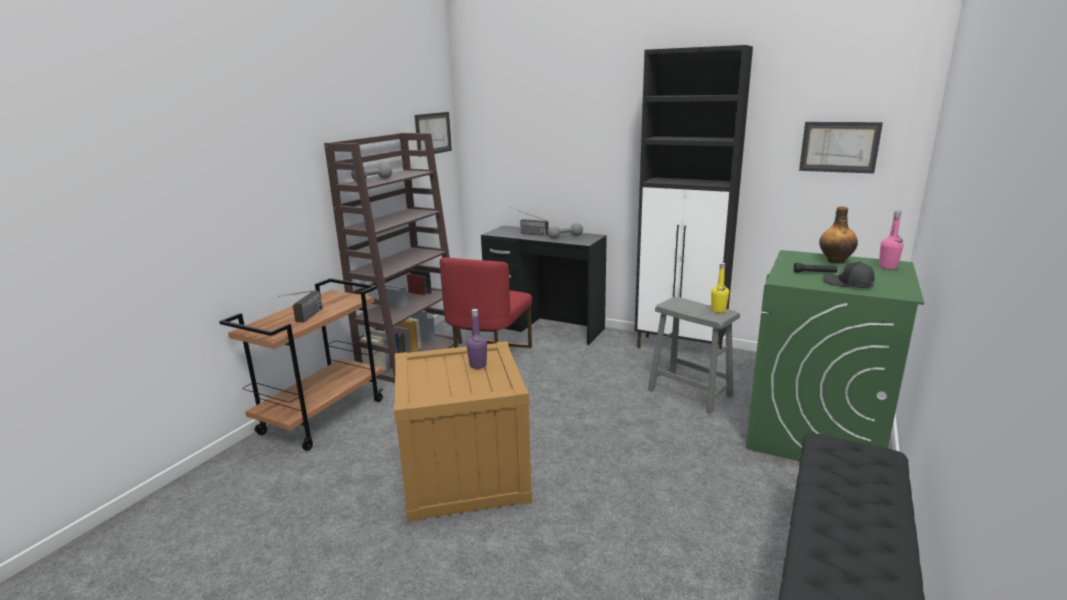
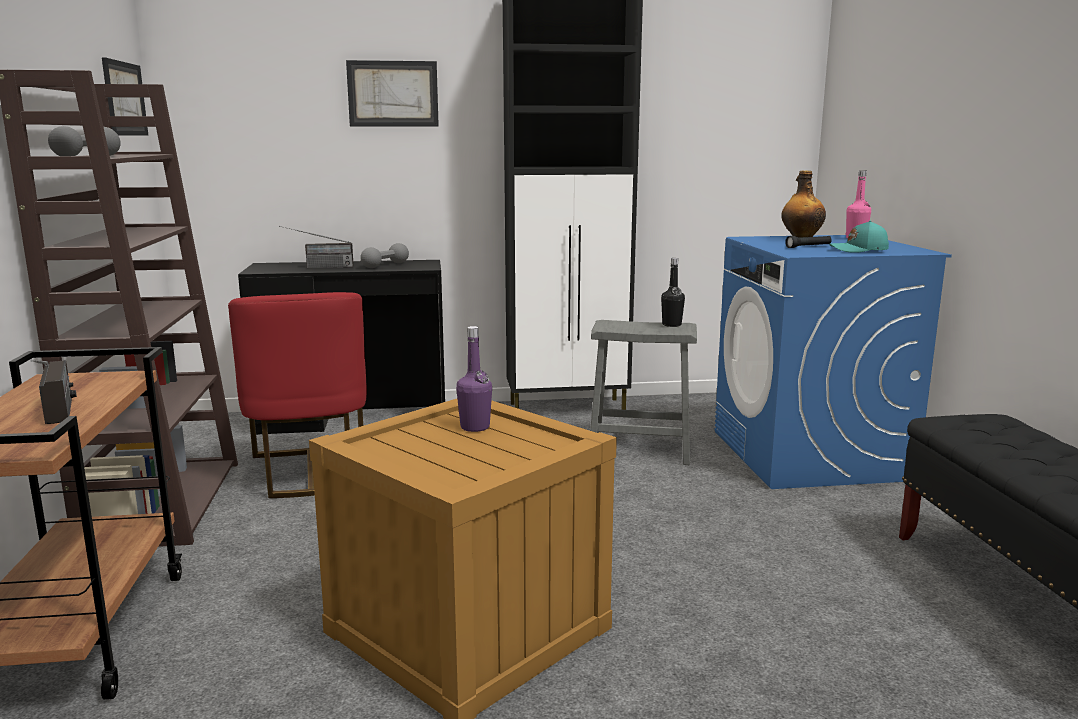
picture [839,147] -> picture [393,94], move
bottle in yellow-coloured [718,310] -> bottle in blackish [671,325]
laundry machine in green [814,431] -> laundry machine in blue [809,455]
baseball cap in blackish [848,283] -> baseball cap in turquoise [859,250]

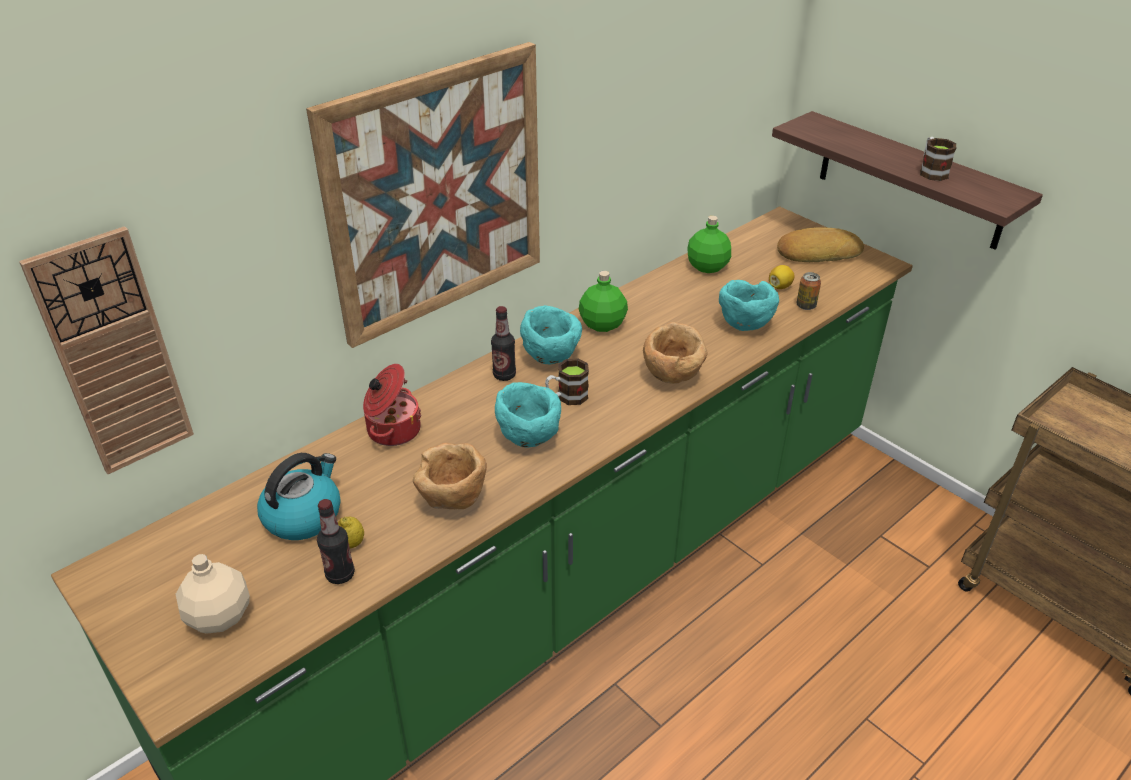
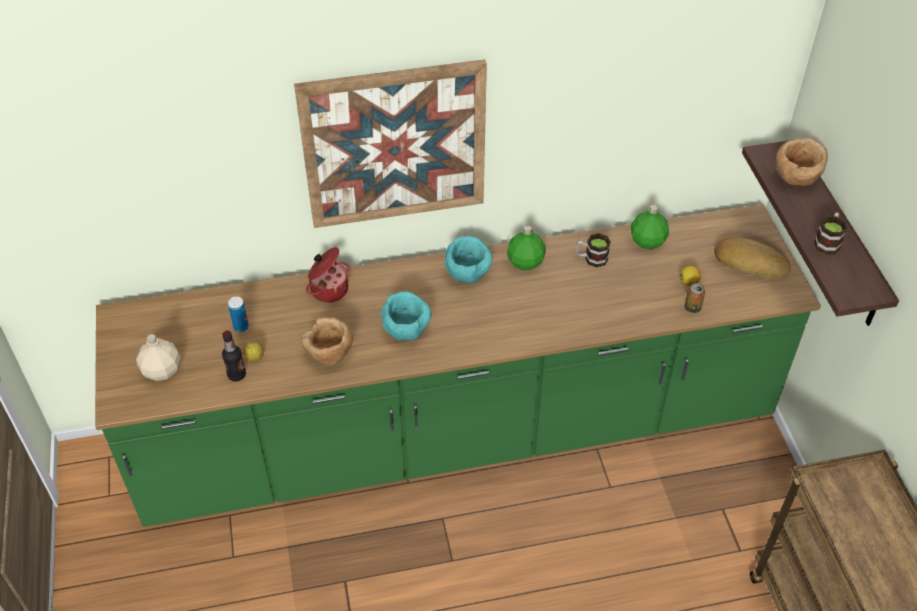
tea kettle [303,515] -> metal can [241,327]
coffee mug [566,397] -> coffee mug [591,258], move
deep dish in brownish [673,377] -> deep dish in brownish [796,180], move
clock on the wall [114,355] -> none
bottle [504,375] -> none
deep dish in turquoise [744,325] -> none

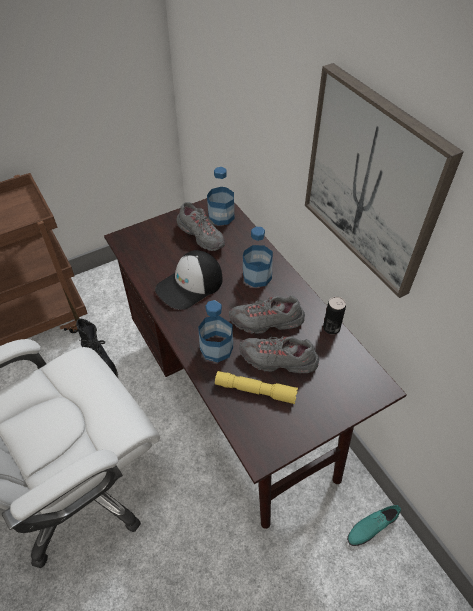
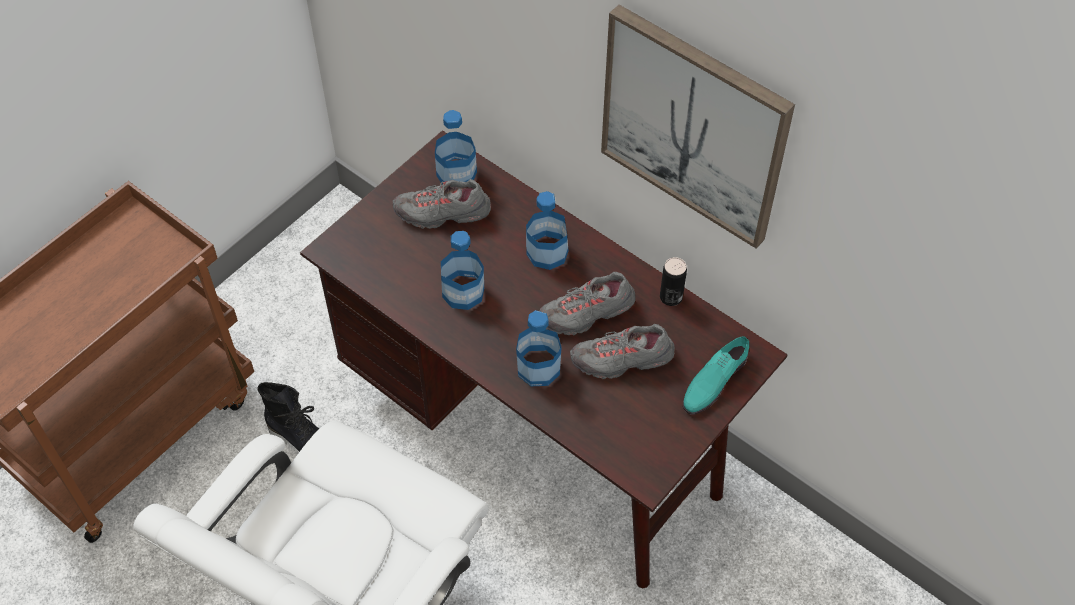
item of footwear in greyish [201,236] -> item of footwear in greyish [443,214], 150 degrees clockwise
baseball cap [190,285] -> bottle [463,292]
item of footwear in turquoise [371,526] -> item of footwear in turquoise [713,381], move
hand torch in yellow-coloured [255,391] -> none

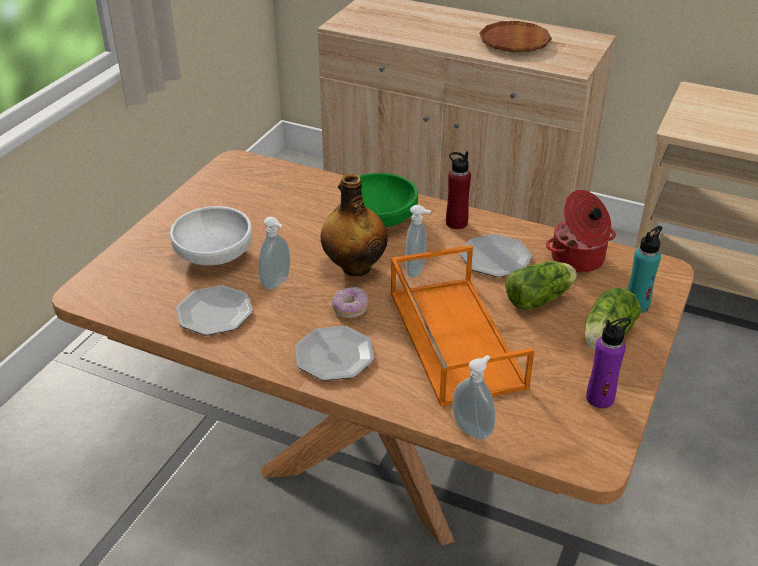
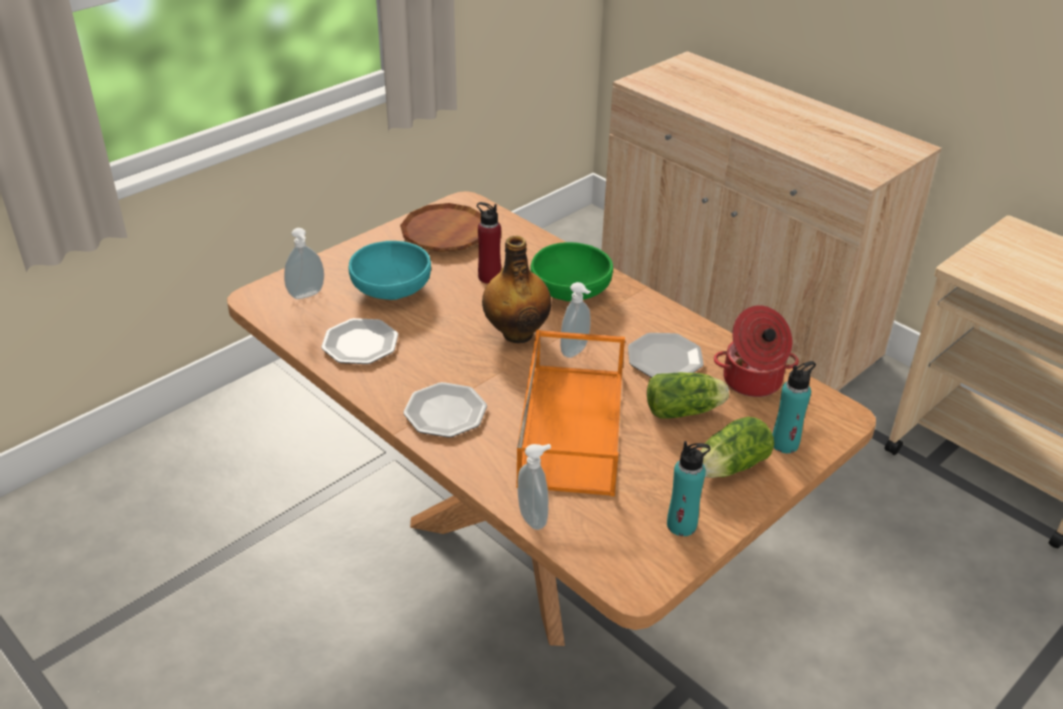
soap bottle [277,283] -> soap bottle [307,295], move
deep dish in white [214,255] -> deep dish in turquoise [392,290]
flat dish in brownish [514,42] -> flat dish in brownish [445,234], move
bottle in reddish [456,223] -> bottle in reddish [489,277], move
bottle in purple-coloured [600,398] -> bottle in turquoise [681,525]
ring doughnut [350,309] -> none

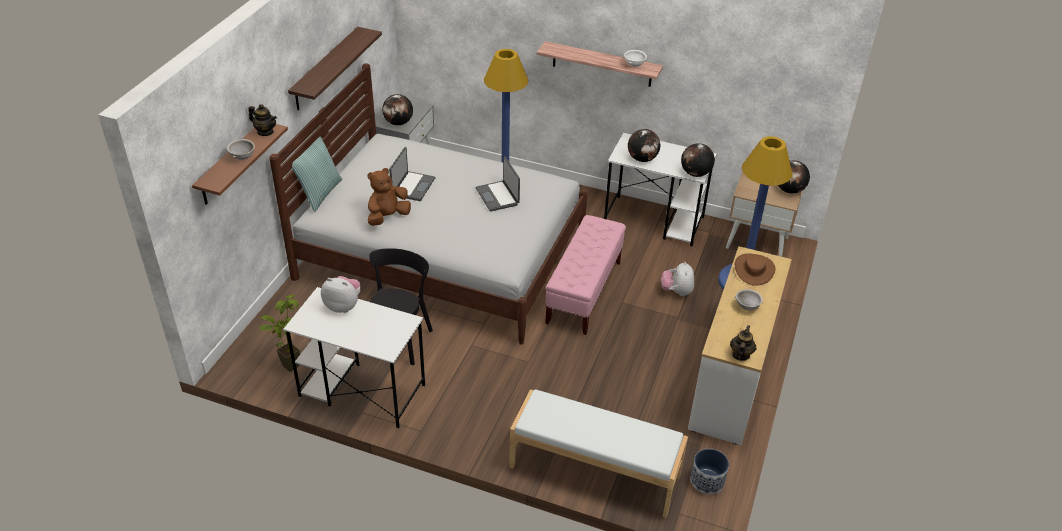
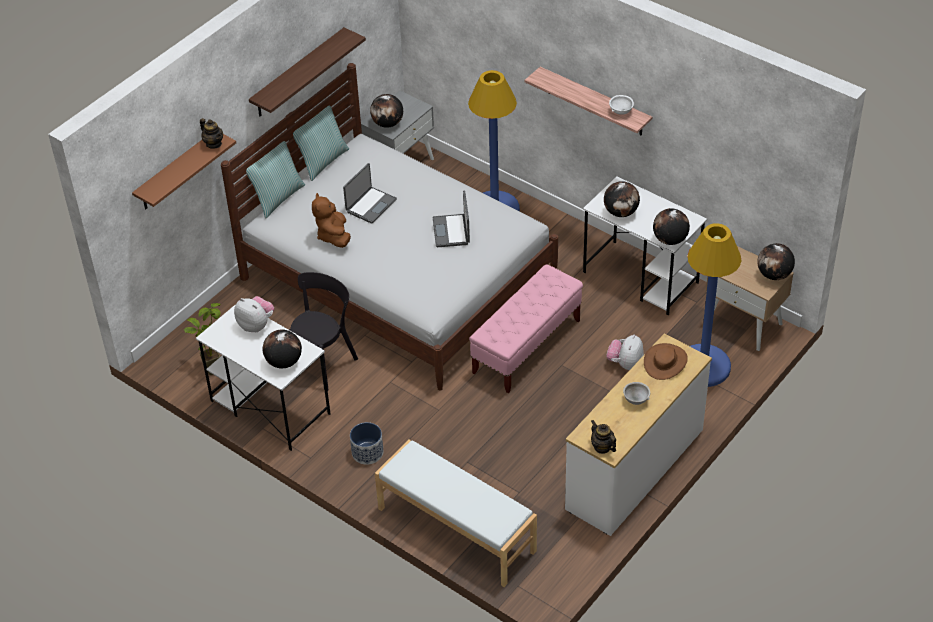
none -> world globe [283,362]
none -> throw pillow [322,161]
soft toy in brownish [387,217] -> soft toy in brownish [333,236], 75 degrees counterclockwise
planter [707,481] -> planter [367,453], move
pot for tea [740,355] -> pot for tea [602,447], 75 degrees counterclockwise
deep dish in greyish [243,157] -> none

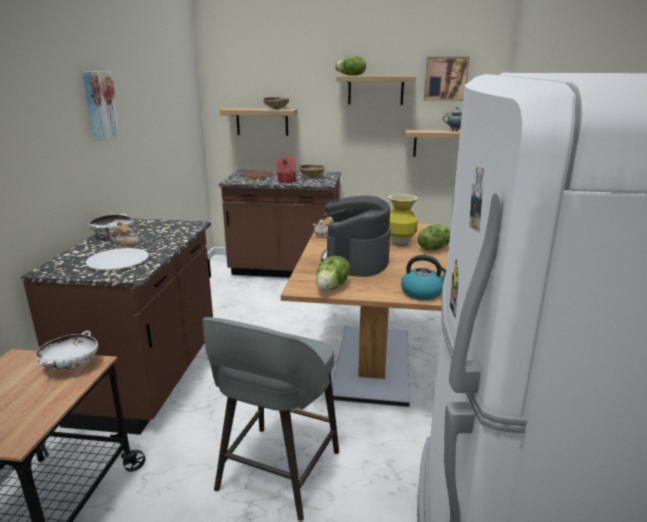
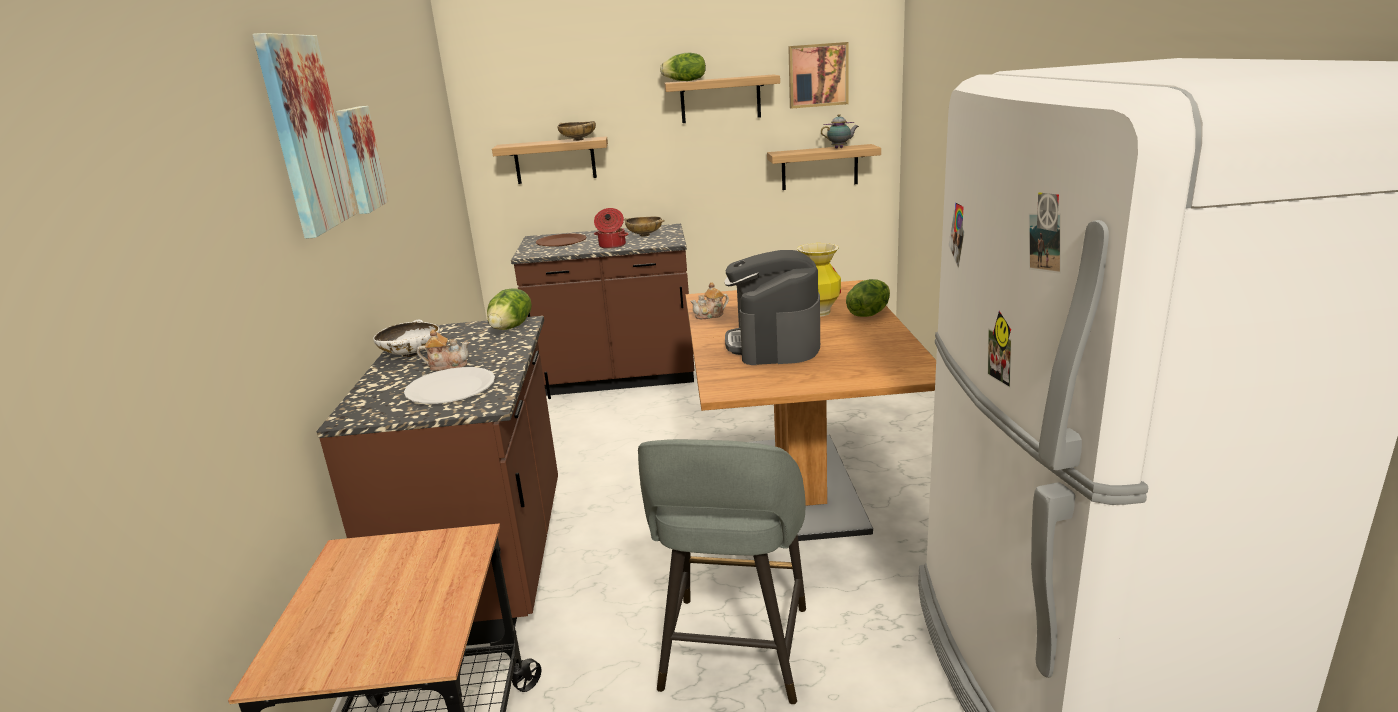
none -> picture [305,134]
lettuce head [332,287] -> lettuce head [511,327], move
deep dish in white [70,366] -> none
tea kettle [422,293] -> none

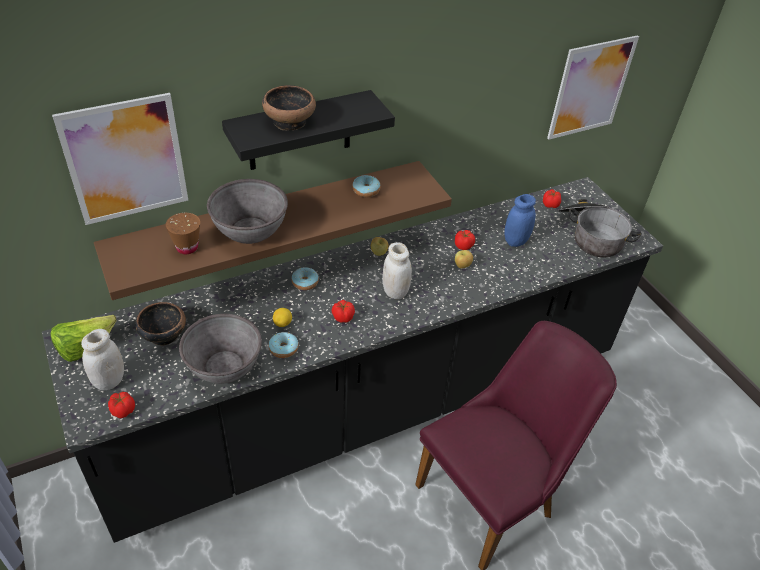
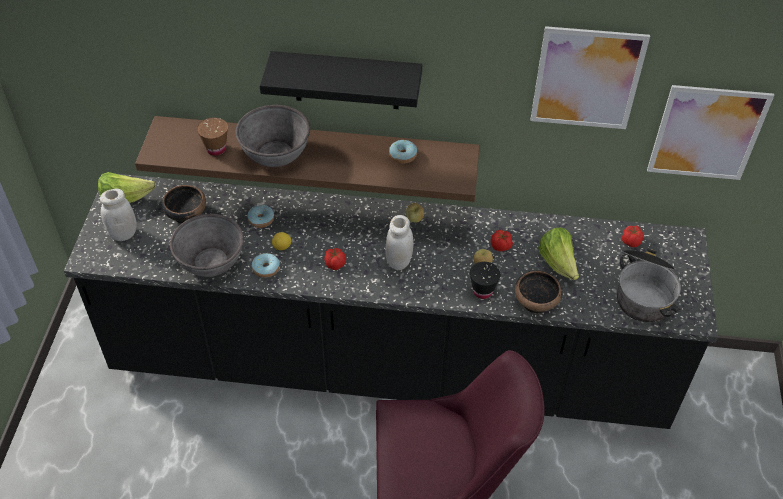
ring doughnut [305,282] -> ring doughnut [261,219], move
none -> drinking cup in blackish [482,291]
deep dish [290,121] -> deep dish [536,302], move
picture [125,160] -> picture [587,78], move
preserve jar in blue [515,241] -> lettuce head [558,263]
tomato [123,410] -> none

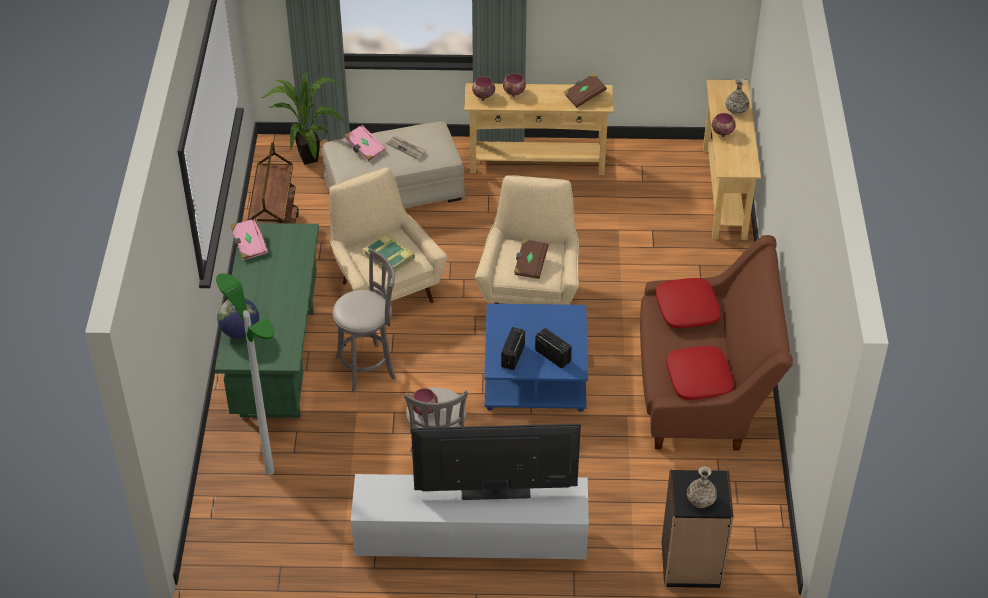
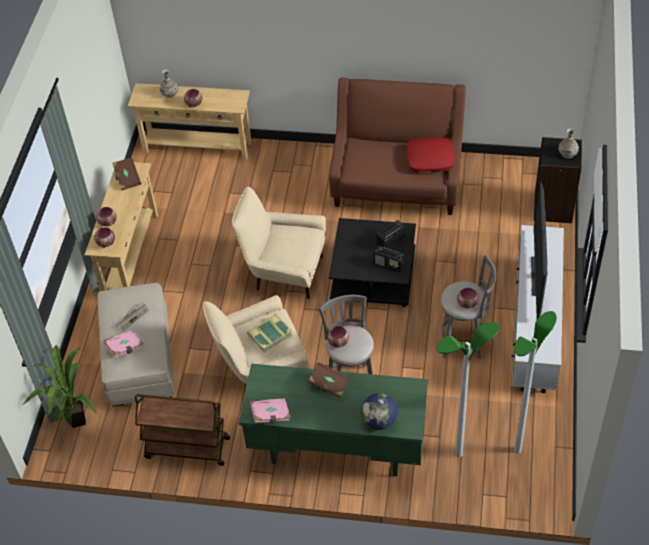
bound book in brownish [530,265] -> bound book in brownish [329,385], move
none -> deep dish [339,342]
coffee table in blue [536,376] -> coffee table in blackish [374,275]
none -> floor lamp [517,450]
throw pillow in reddish [687,309] -> none

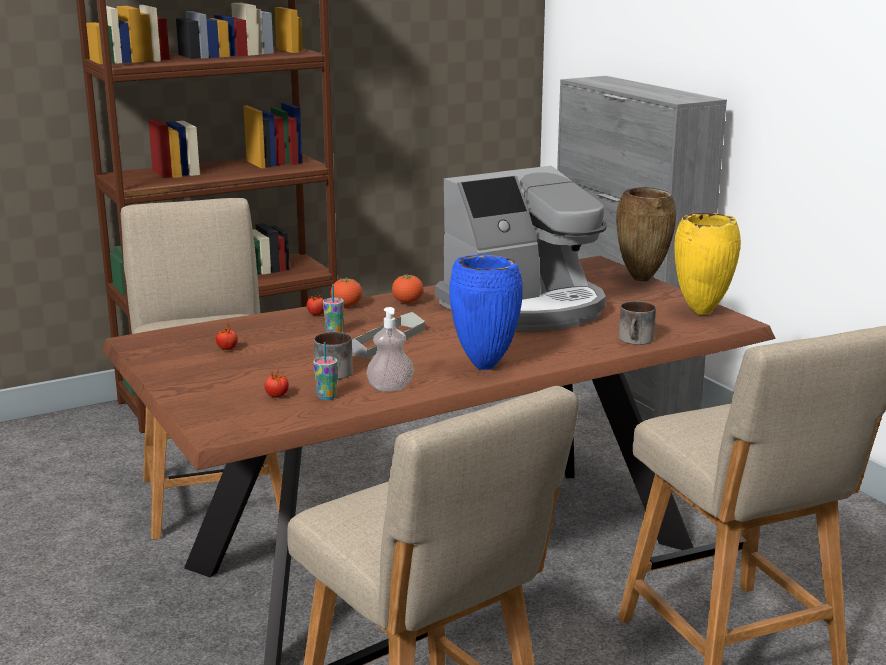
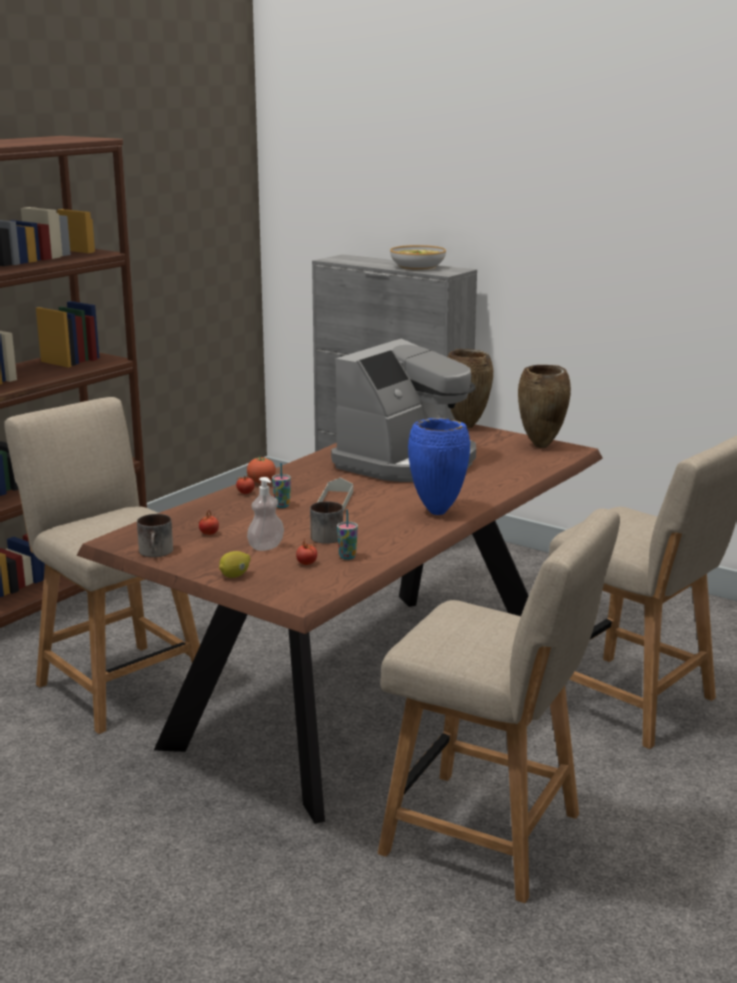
coffee mug [636,340] -> coffee mug [157,552], move
none -> whole lemon [235,576]
soap bottle [390,388] -> soap bottle [266,547], move
none -> deep dish [417,267]
decorative vase in yellow-coloured [702,313] -> decorative vase in brownish [541,446]
tomato [407,302] -> none

